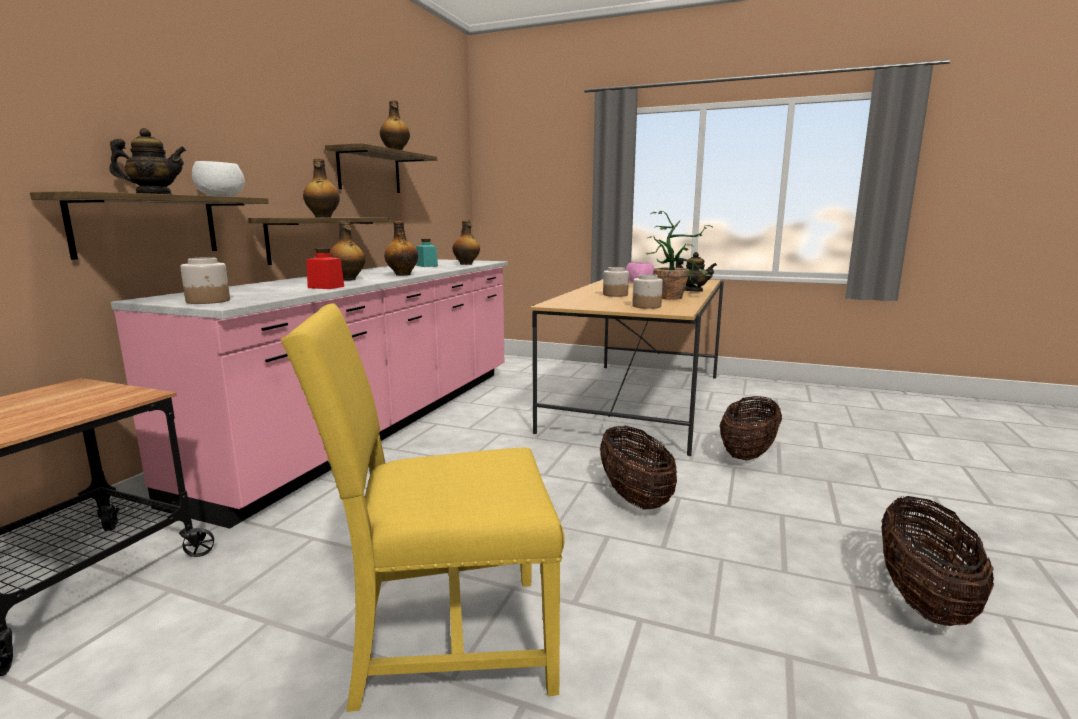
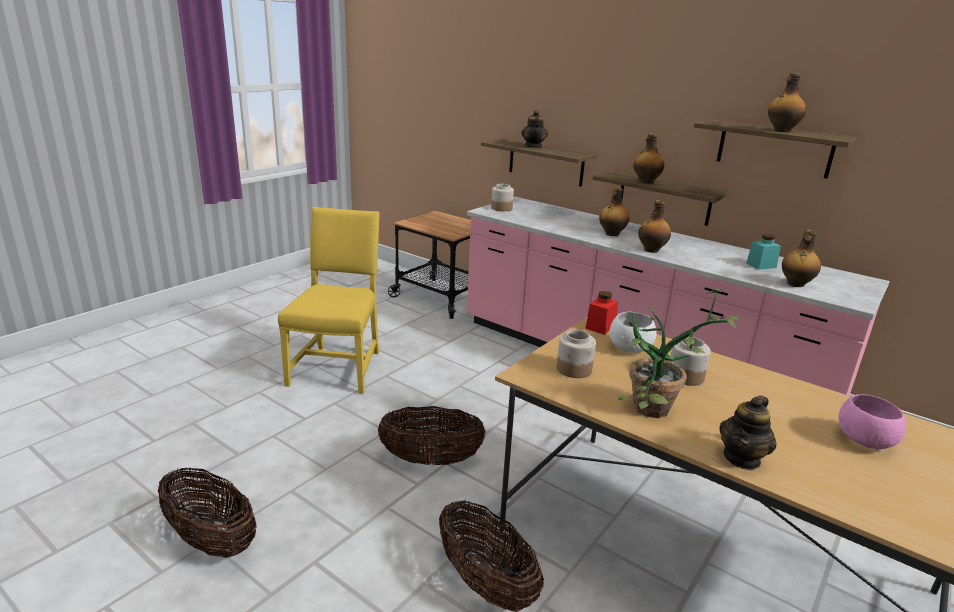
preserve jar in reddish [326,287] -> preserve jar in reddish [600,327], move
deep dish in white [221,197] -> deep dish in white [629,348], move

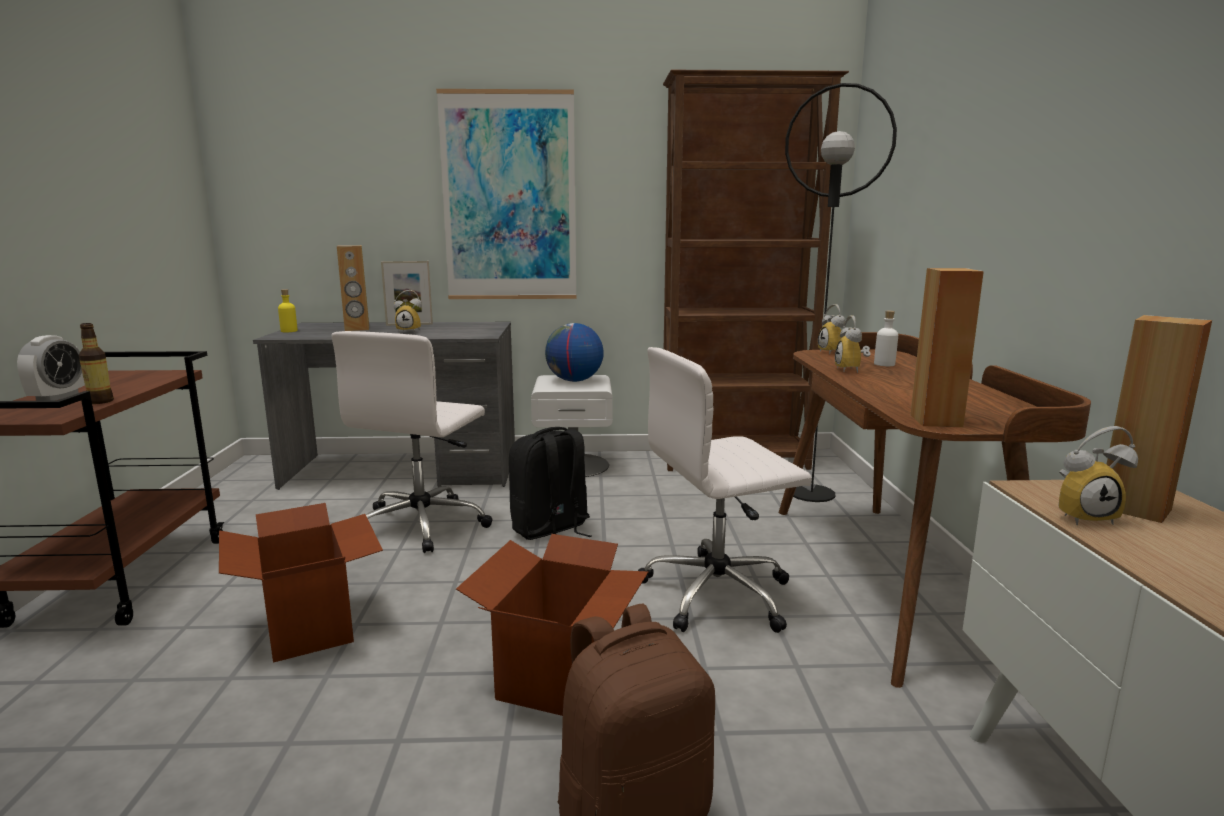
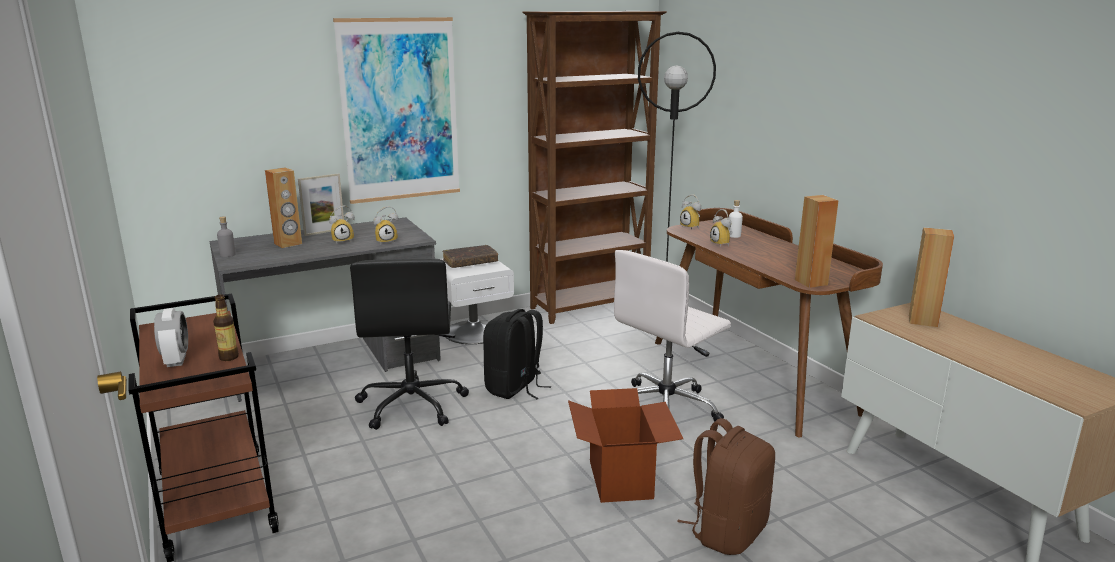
bottle in yellow-coloured [289,331] -> bottle in greyish [228,255]
office chair in white [423,524] -> office chair in blackish [412,404]
bedside clock [1083,516] -> bedside clock [386,241], move
world globe [574,381] -> bound book in brownish [470,262]
cardboard box [310,626] -> none

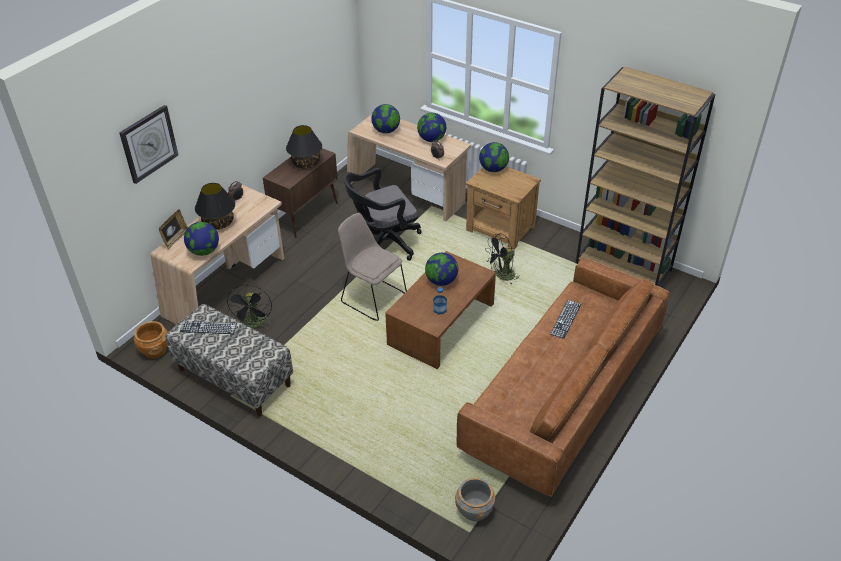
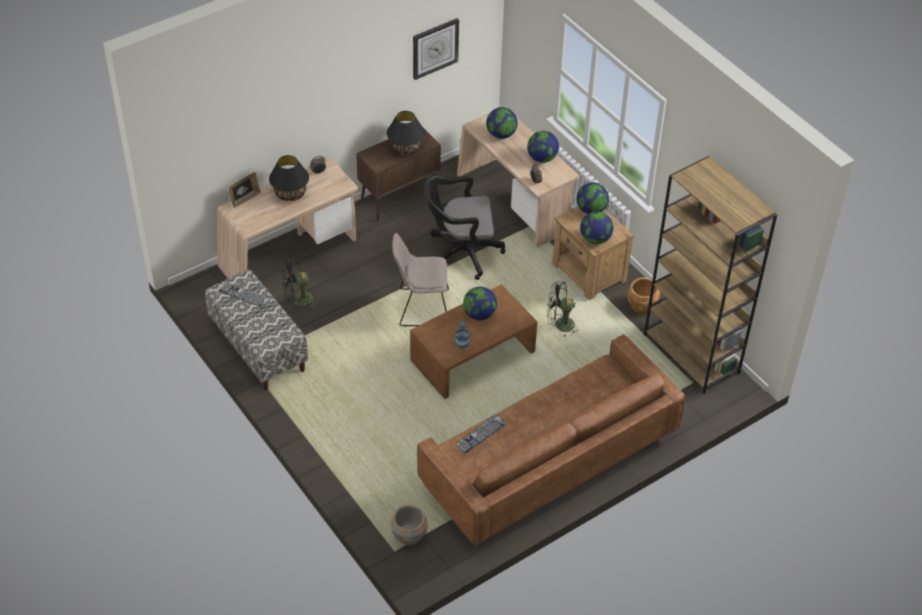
cooling fan in blackish [255,325] -> cooling fan in blackish [298,301], 45 degrees clockwise
chair in sand-coloured [372,297] -> chair in sand-coloured [421,307], 60 degrees counterclockwise
clock on the wall [148,143] -> clock on the wall [435,48], move
computer keyboard [566,319] -> computer keyboard [481,434], move
world globe [204,251] -> world globe [595,239], move
planter in brownish [155,350] -> planter in brownish [642,305], move

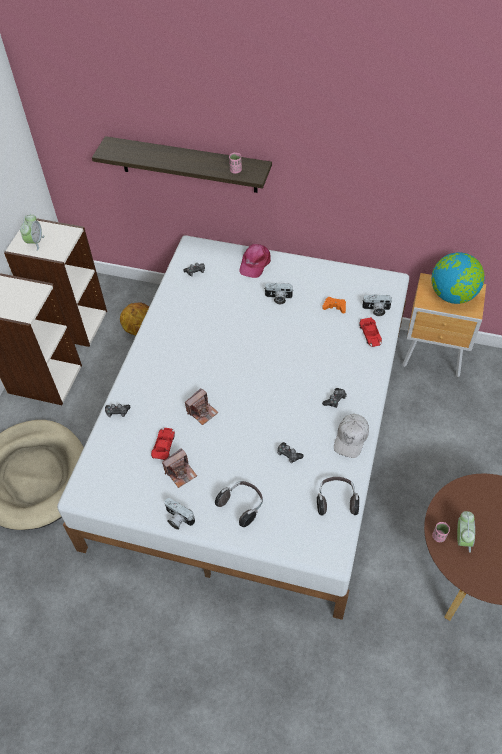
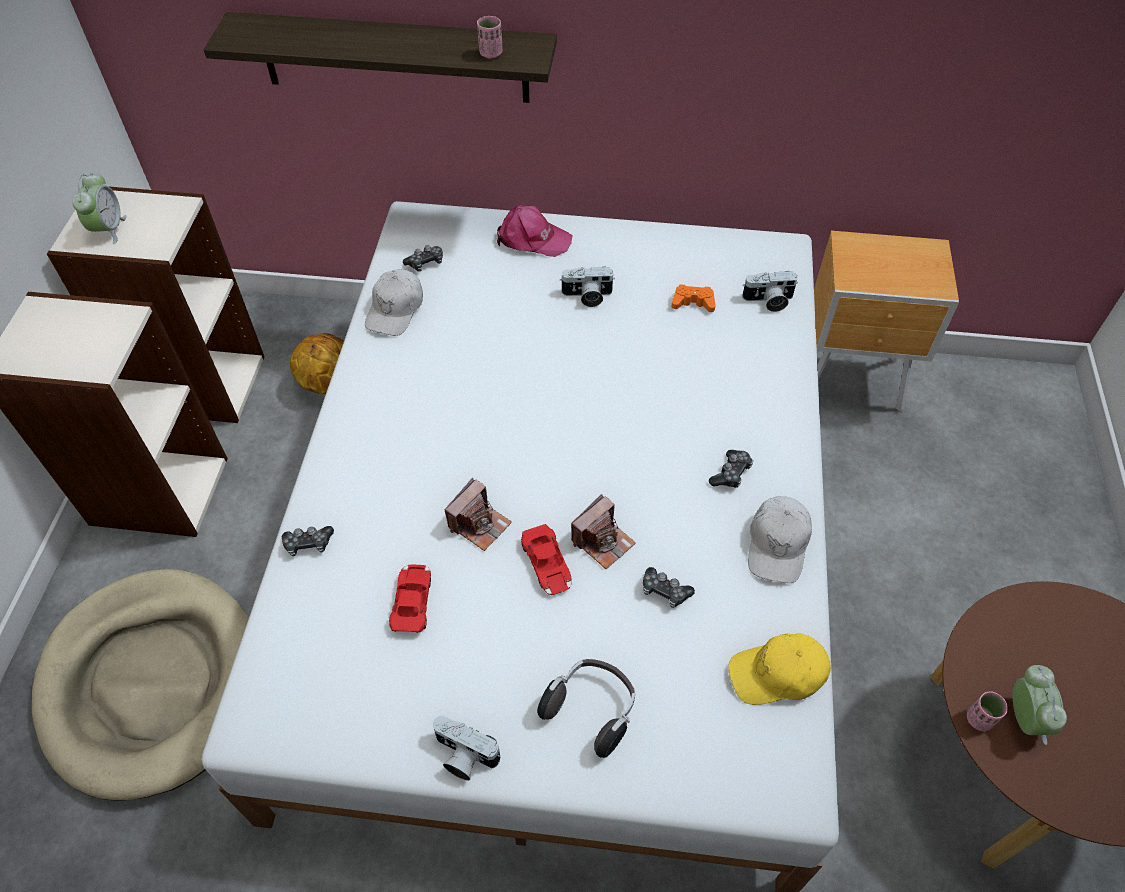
none -> baseball cap in white [395,309]
baseball cap in pinkish [254,263] -> baseball cap in pinkish [532,239], 90 degrees counterclockwise
toy car in reddish [370,334] -> toy car in reddish [547,564], move
photo camera [180,473] -> photo camera [602,541], move
headphones [336,500] -> baseball cap in yellow-coloured [778,674]
world globe [452,295] -> none

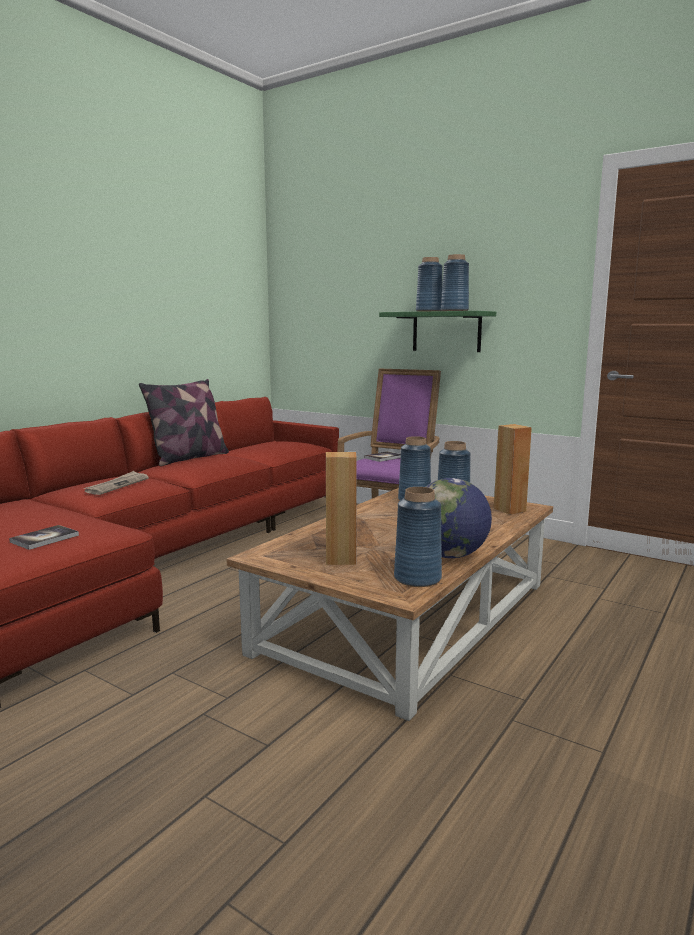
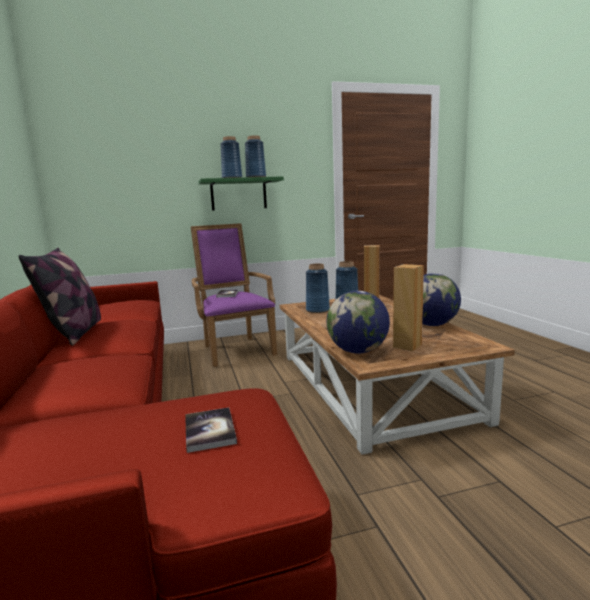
none -> world globe [358,351]
daily paper [117,485] -> none
decorative vase in blue [418,578] -> none

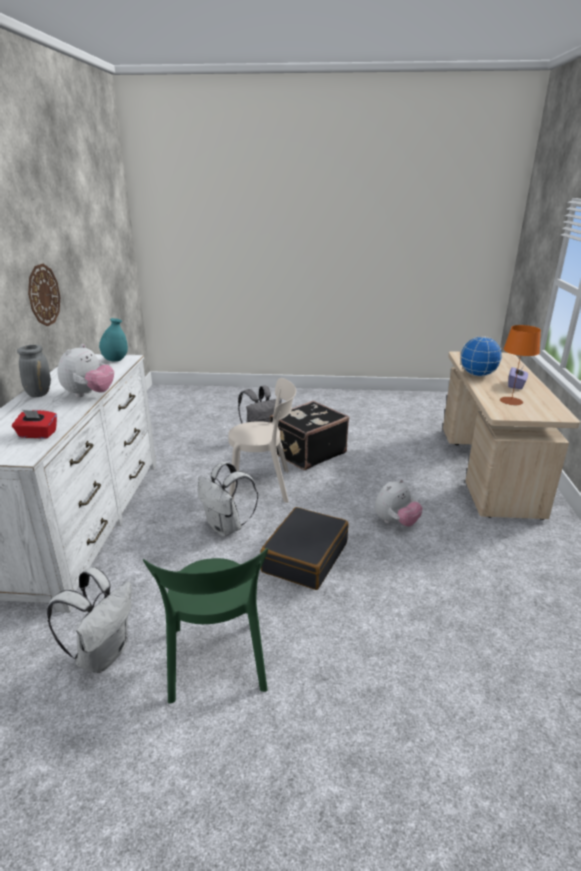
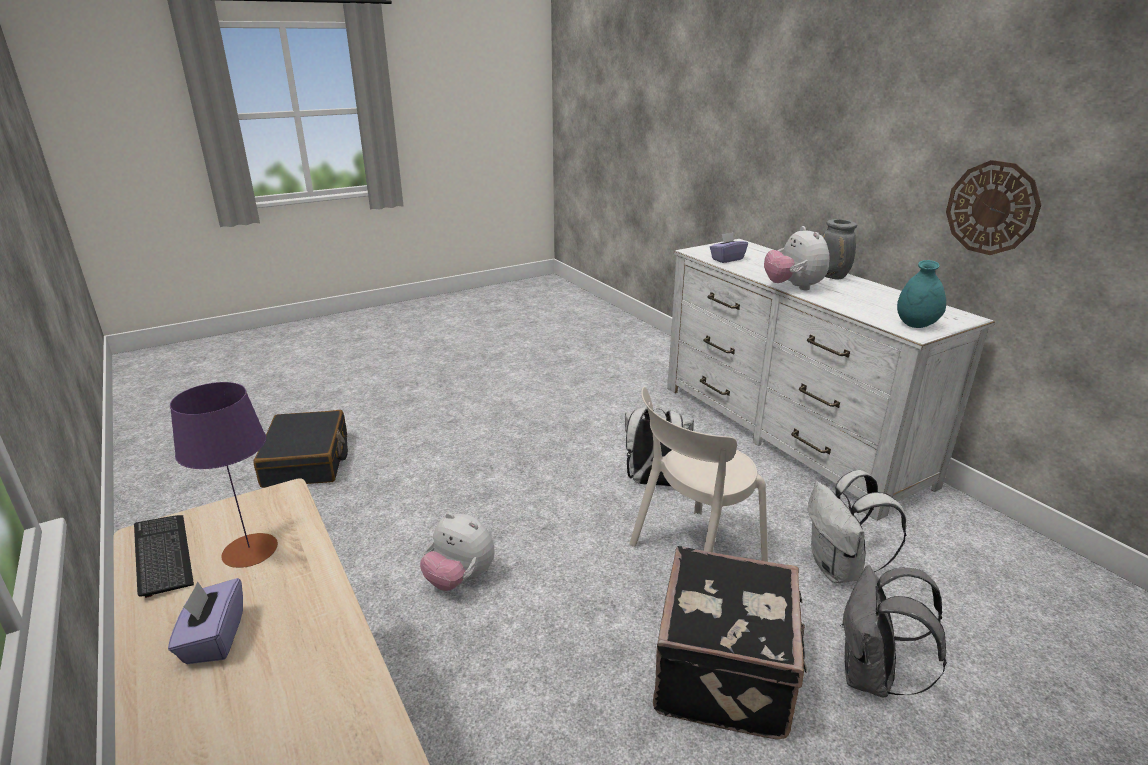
none -> computer keyboard [163,556]
lamp for a table in orangey [511,401] -> lamp for a table in purple-coloured [250,550]
piece of luggage in blackish [304,557] -> piece of luggage in blackish [307,461], move
soft toy [396,522] -> soft toy [460,578], 75 degrees counterclockwise
box of tissues in reddish [37,434] -> box of tissues in purple-coloured [727,259]
knapsack in white [103,654] -> knapsack in white [839,569], move
chair in green [217,664] -> none
world globe [477,375] -> none

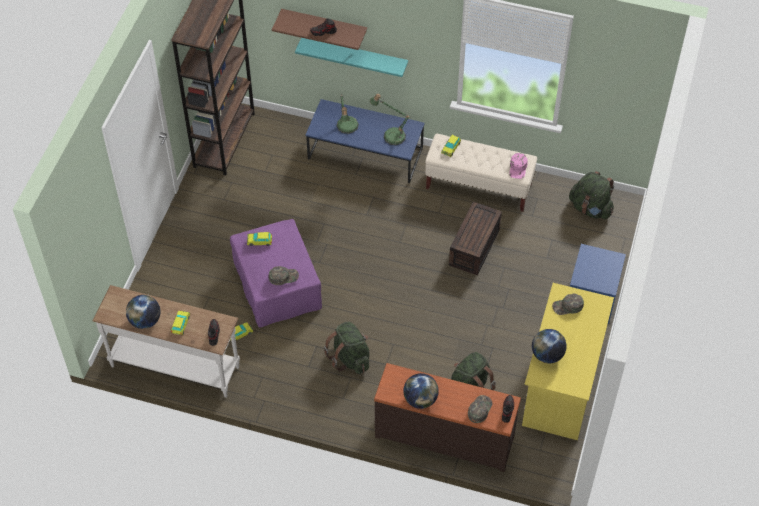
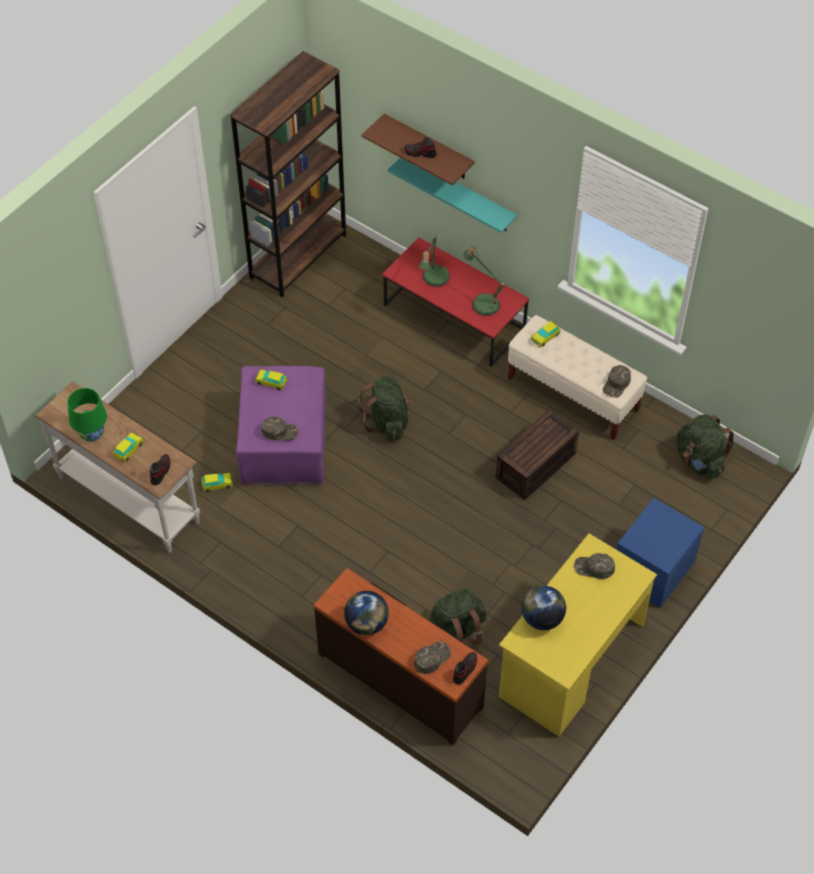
world globe [145,321] -> lamp for a table in green [91,433]
knapsack in green [350,358] -> knapsack in green [387,422], move
coffee table in blue [365,154] -> coffee table in reddish [454,317]
baseball cap in pinkish [518,168] -> baseball cap in green [617,384]

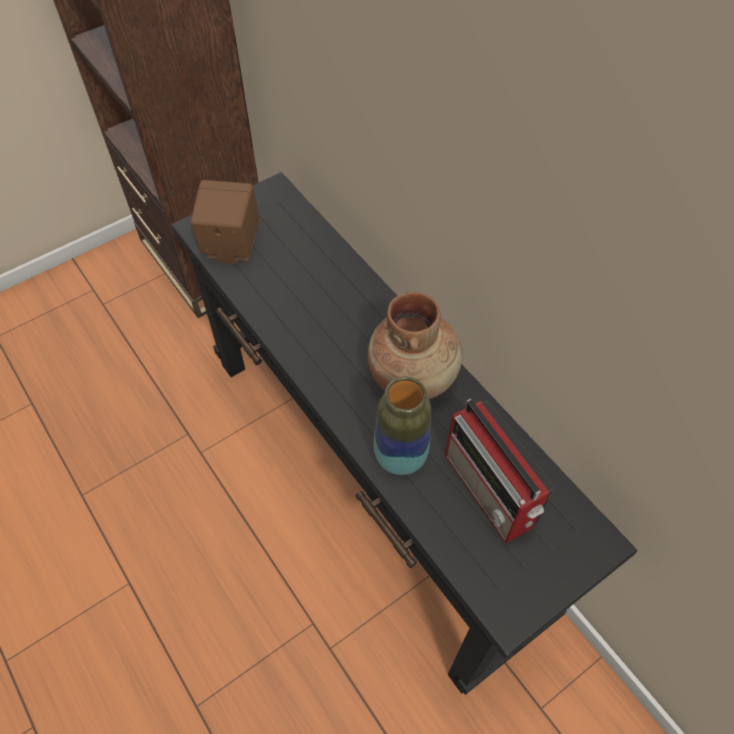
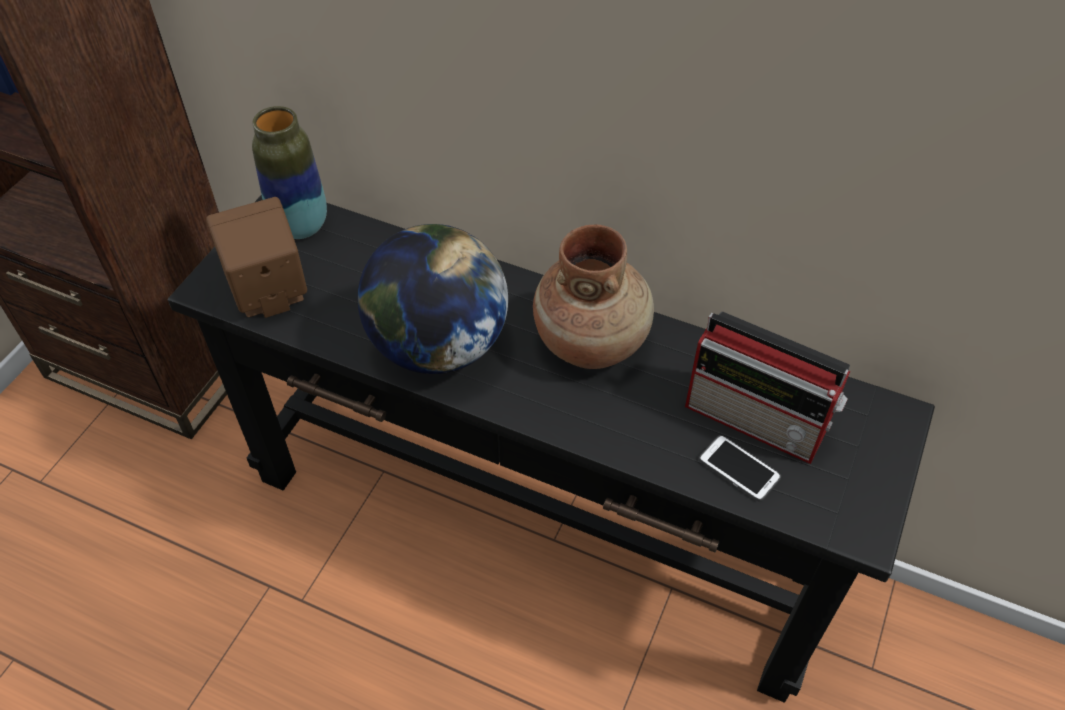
decorative vase [400,457] -> decorative vase [300,226], move
none -> world globe [438,346]
none -> handset [739,469]

